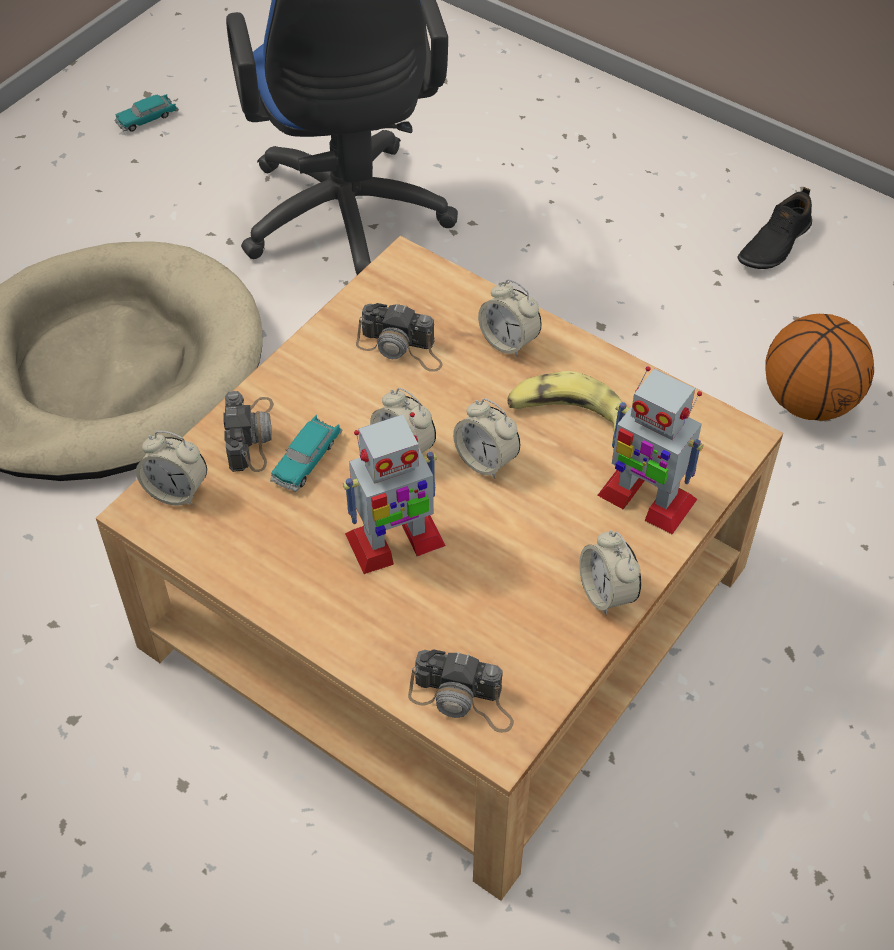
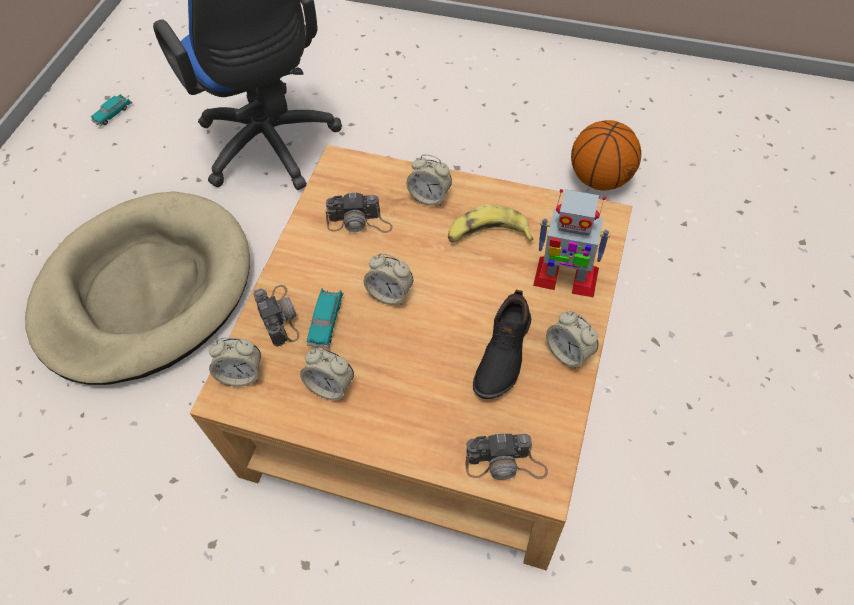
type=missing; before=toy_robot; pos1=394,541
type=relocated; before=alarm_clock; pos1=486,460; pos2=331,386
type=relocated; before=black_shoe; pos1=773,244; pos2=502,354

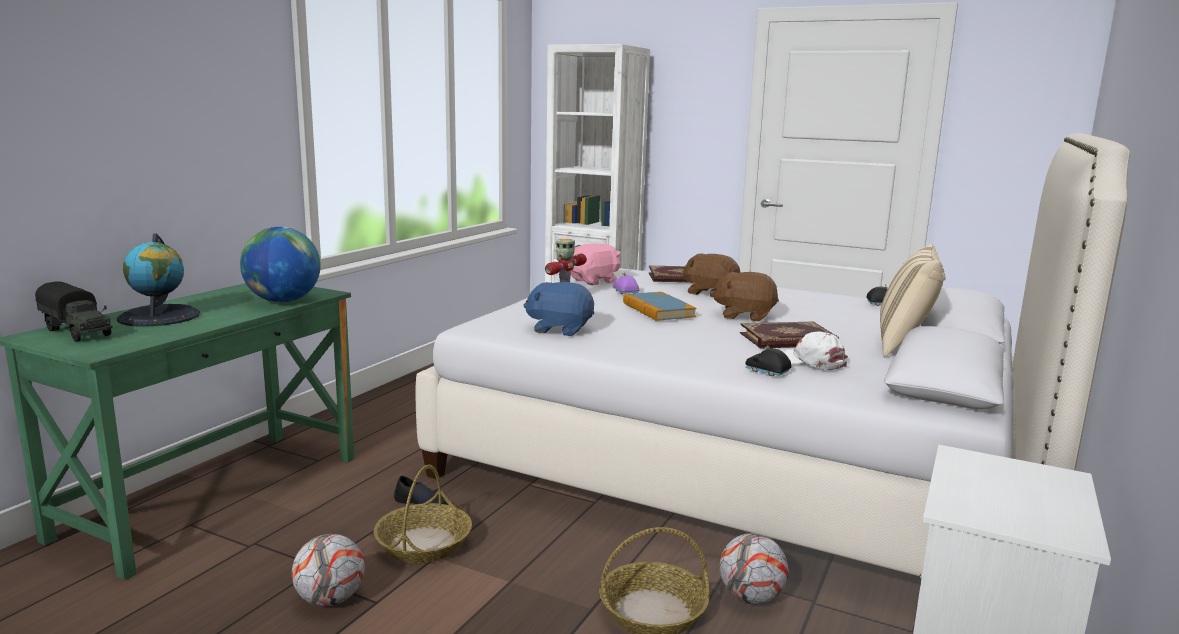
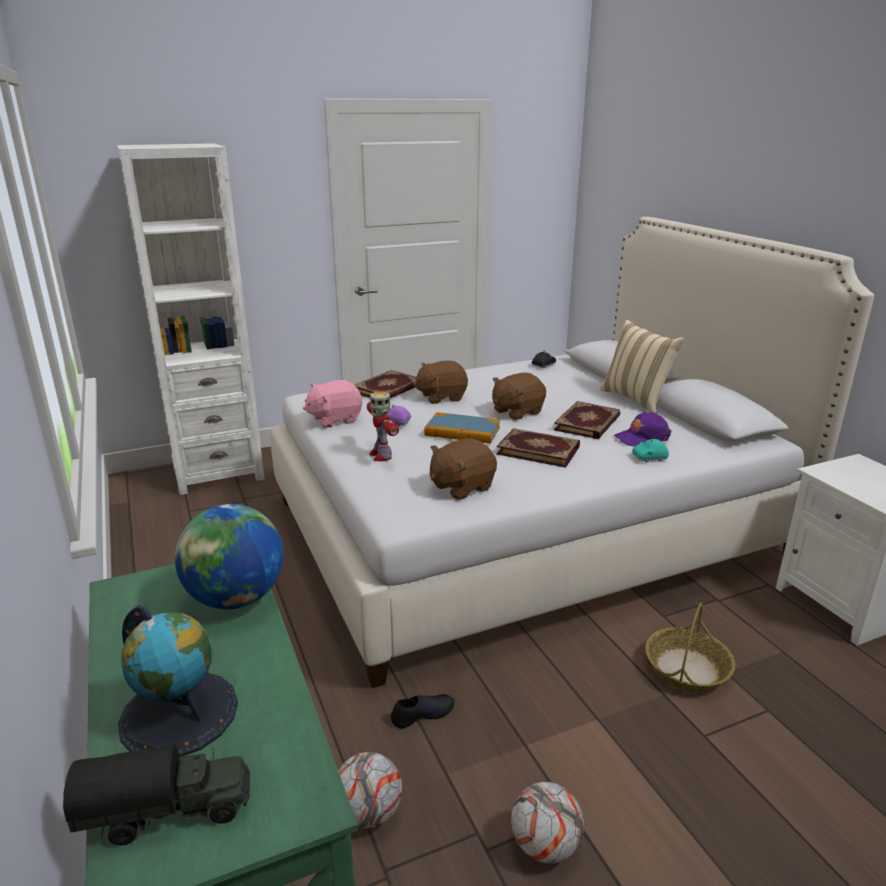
type=missing; before=basket; pos1=424,544
type=appeared; after=book; pos2=538,450
type=relocated; before=football; pos1=750,597; pos2=368,813
type=colour; before=blue_plush_toy; after=brown_plush_toy; pos1=560,329; pos2=461,487
type=colour; before=black_toy_car; after=turquoise_toy_car; pos1=767,372; pos2=650,458
type=colour; before=white_cap; after=purple_cap; pos1=810,362; pos2=642,437
type=spun; before=pink_plush_toy; pos1=594,281; pos2=334,419; turn=-120

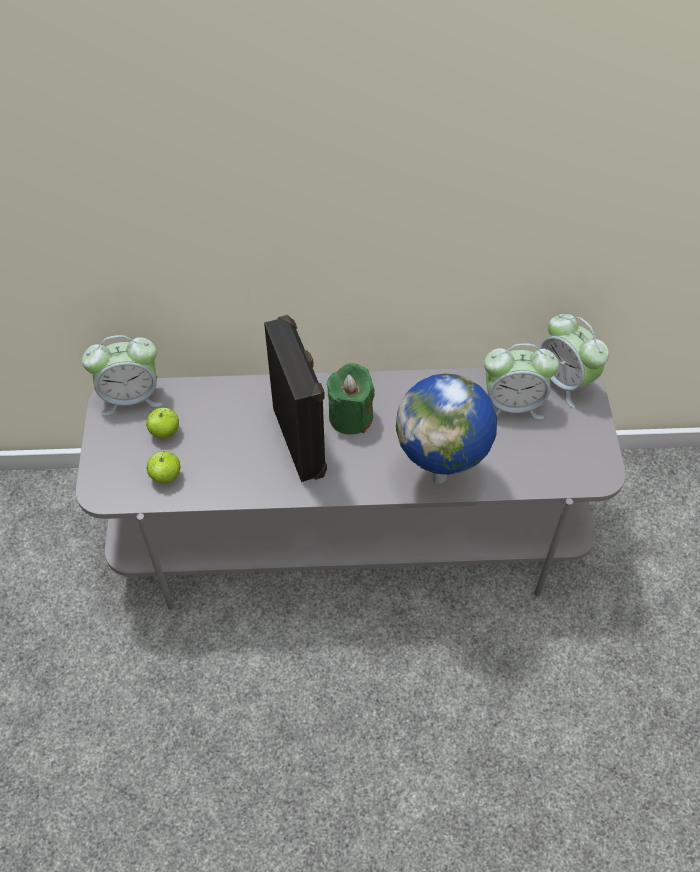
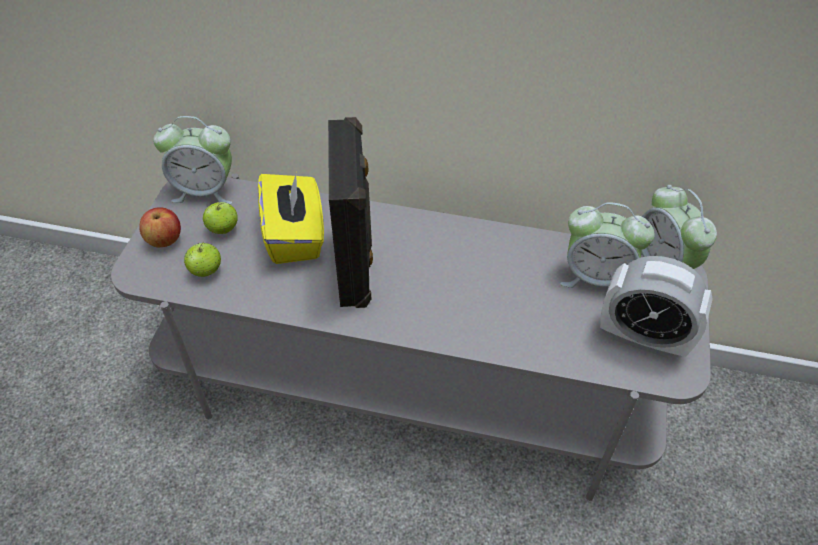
type=missing; before=green_candle; pos1=350,417
type=missing; before=globe; pos1=441,477
type=appeared; after=apple; pos2=165,240
type=appeared; after=yellow_tissue_box; pos2=295,236
type=appeared; after=alarm_clock; pos2=642,338

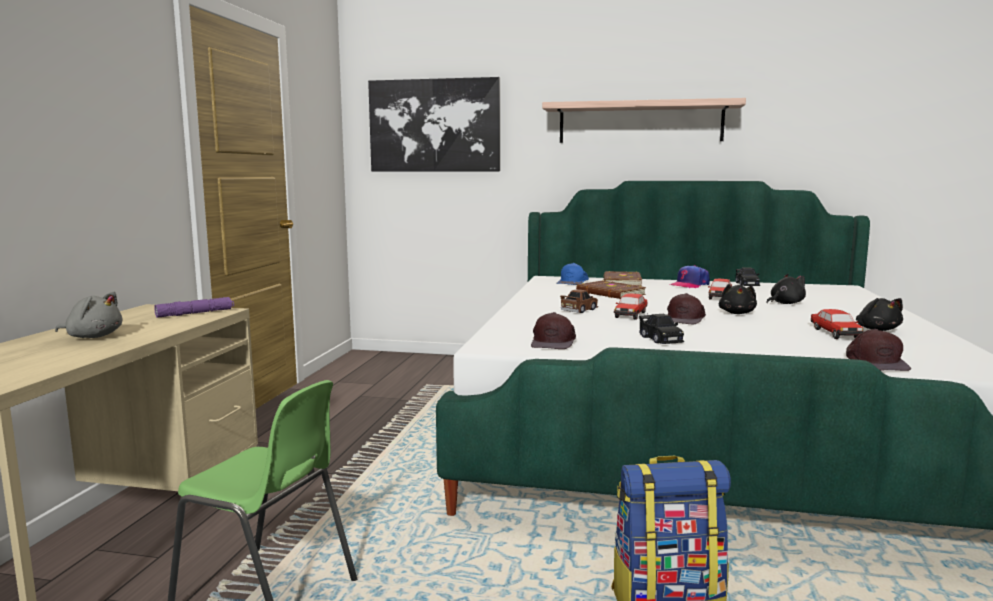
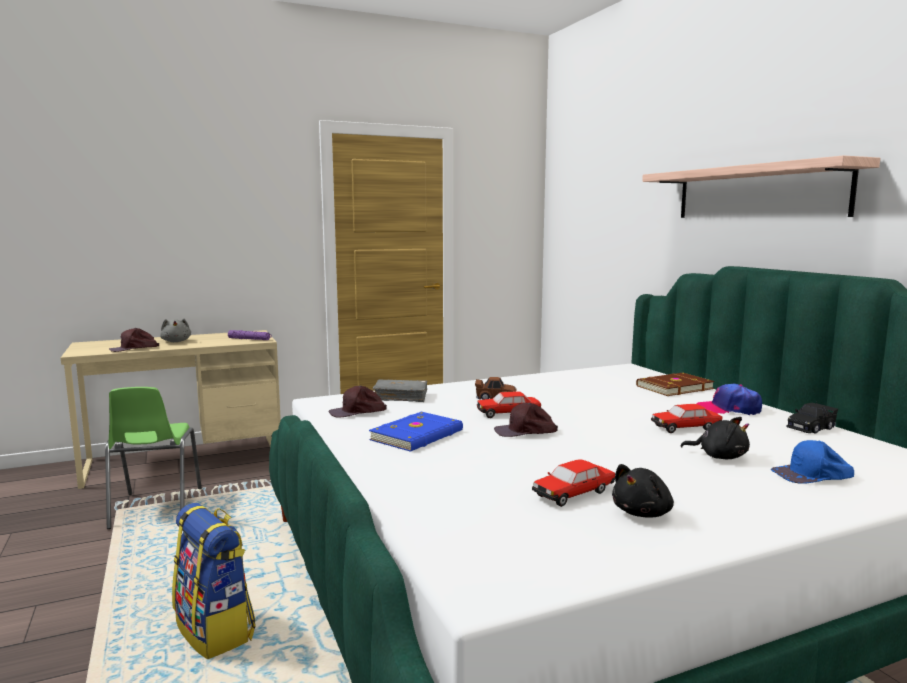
type=missing; before=picture; pos1=434,125
type=missing; before=brown_book; pos1=610,293
type=missing; before=black_plush_toy; pos1=737,313
type=appeared; after=grey_book; pos2=400,397
type=relocated; before=blue_cap; pos1=573,282; pos2=812,475
type=relocated; before=brown_cap; pos1=875,362; pos2=134,348
type=exchanged; before=black_toy_car; after=blue_book; pos1=660,339; pos2=418,435

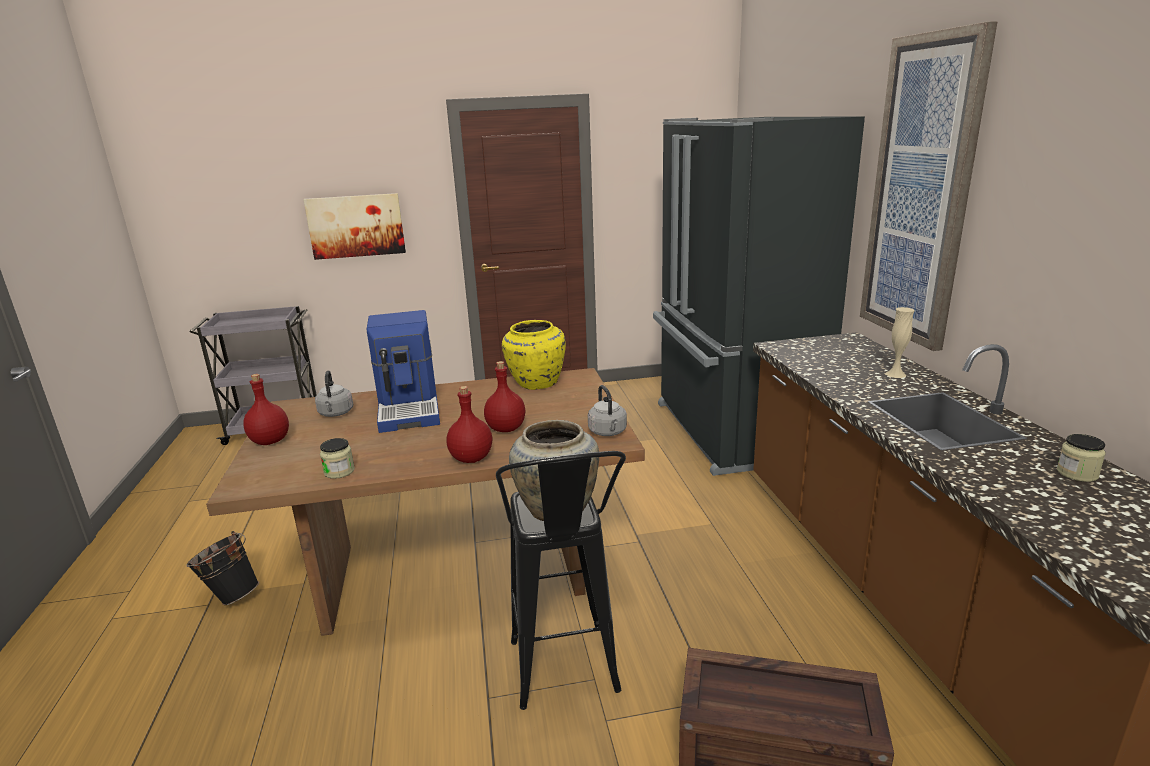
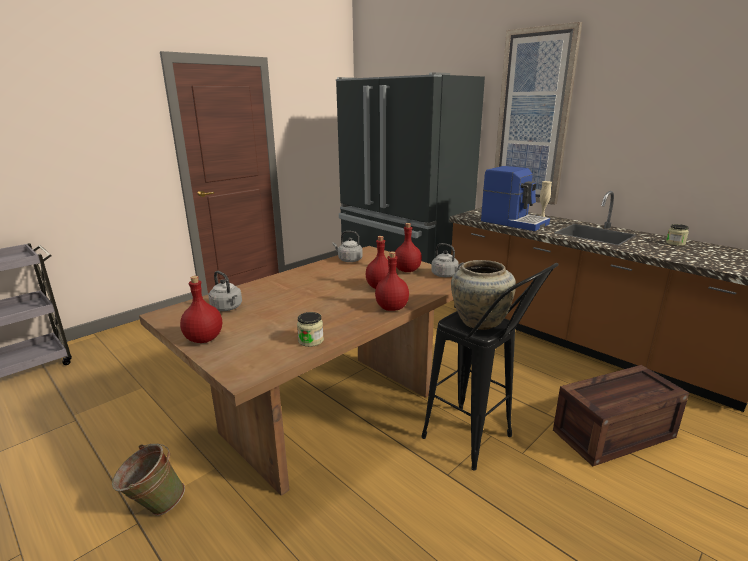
type=missing; before=picture; pos1=356,226
type=appeared; after=red_bottle; pos2=407,270
type=relocated; before=coffee_machine; pos1=410,408; pos2=514,222
type=exchanged; before=yellow_vase; after=grey_kettle; pos1=535,383; pos2=348,260
type=colour; before=black_bucket; after=green_bucket; pos1=231,595; pos2=154,506

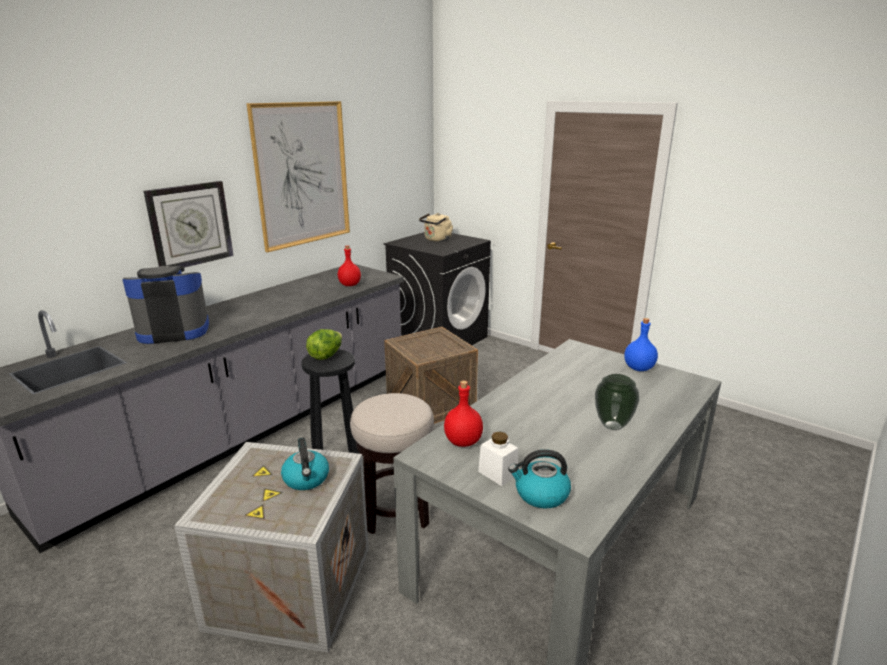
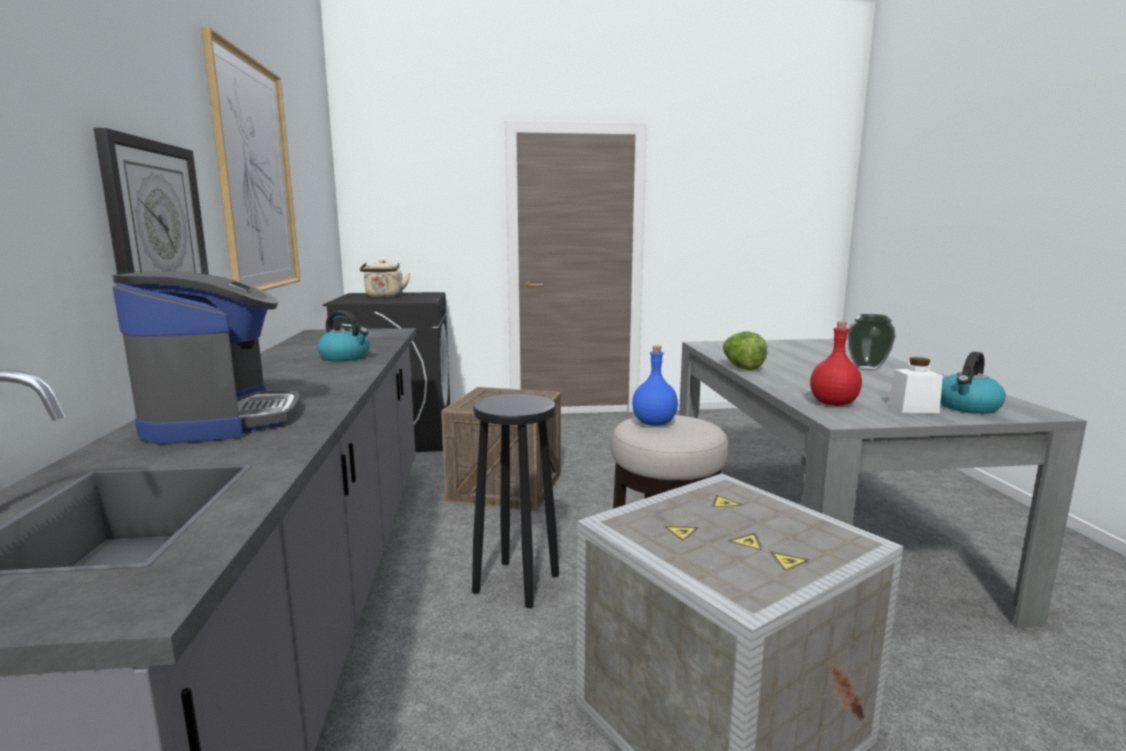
type=missing; before=red_bottle; pos1=350,285
type=relocated; before=kettle; pos1=306,479; pos2=346,357
type=relocated; before=lettuce; pos1=326,355; pos2=741,368
type=relocated; before=blue_bottle; pos1=638,368; pos2=653,423
type=spun; before=coffee_machine; pos1=173,331; pos2=221,419; turn=135

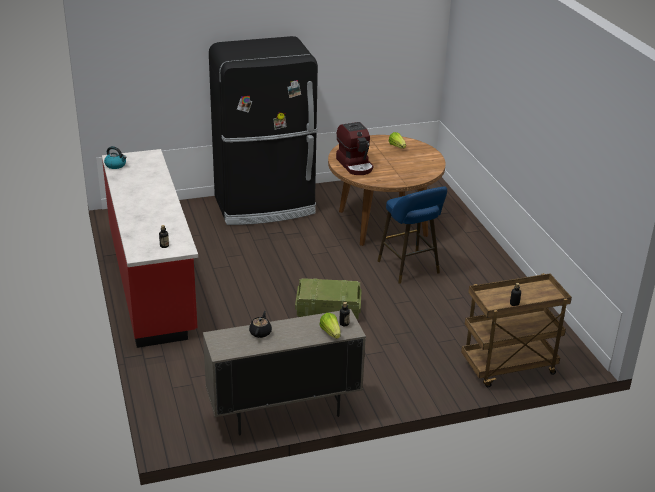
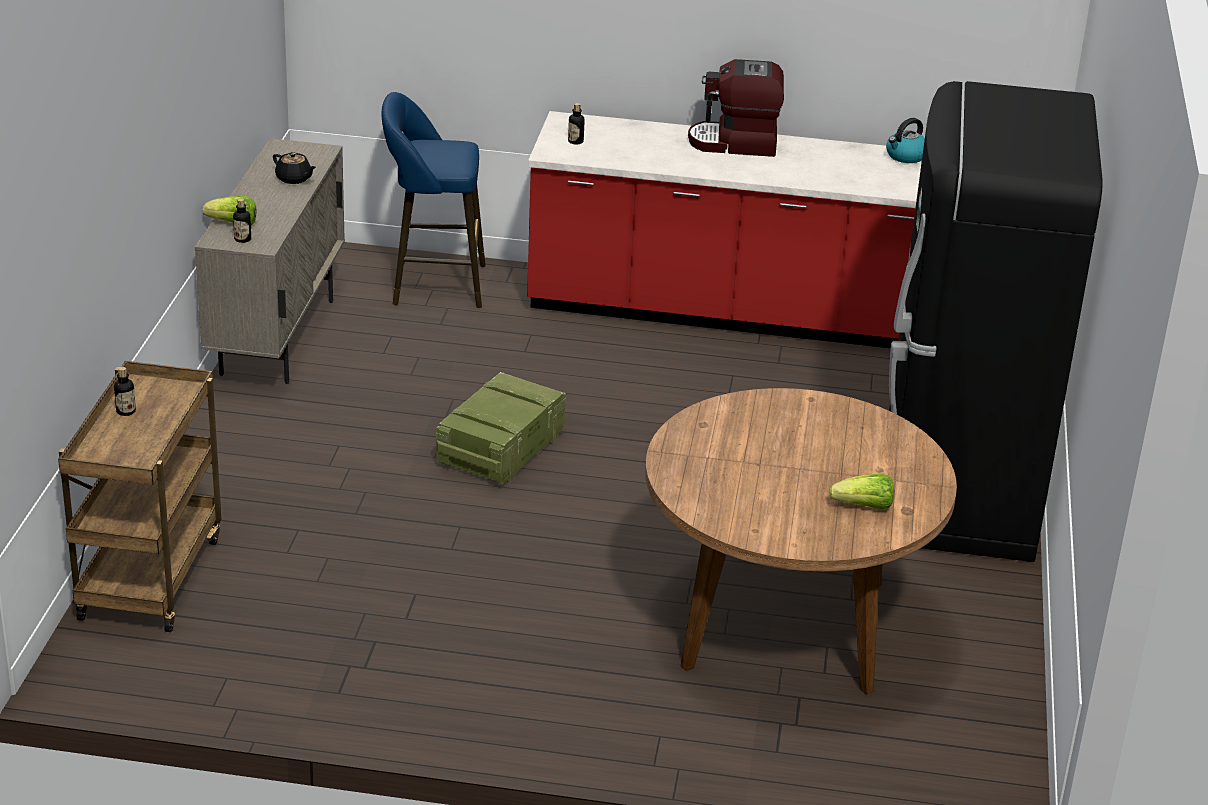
type=relocated; before=coffee_machine; pos1=355,165; pos2=735,143
type=relocated; before=blue_stool; pos1=410,269; pos2=432,284

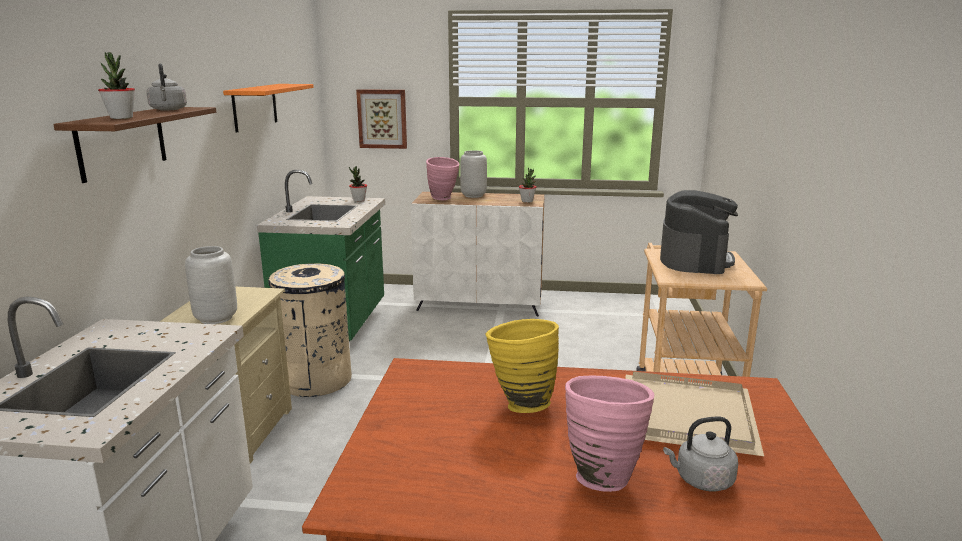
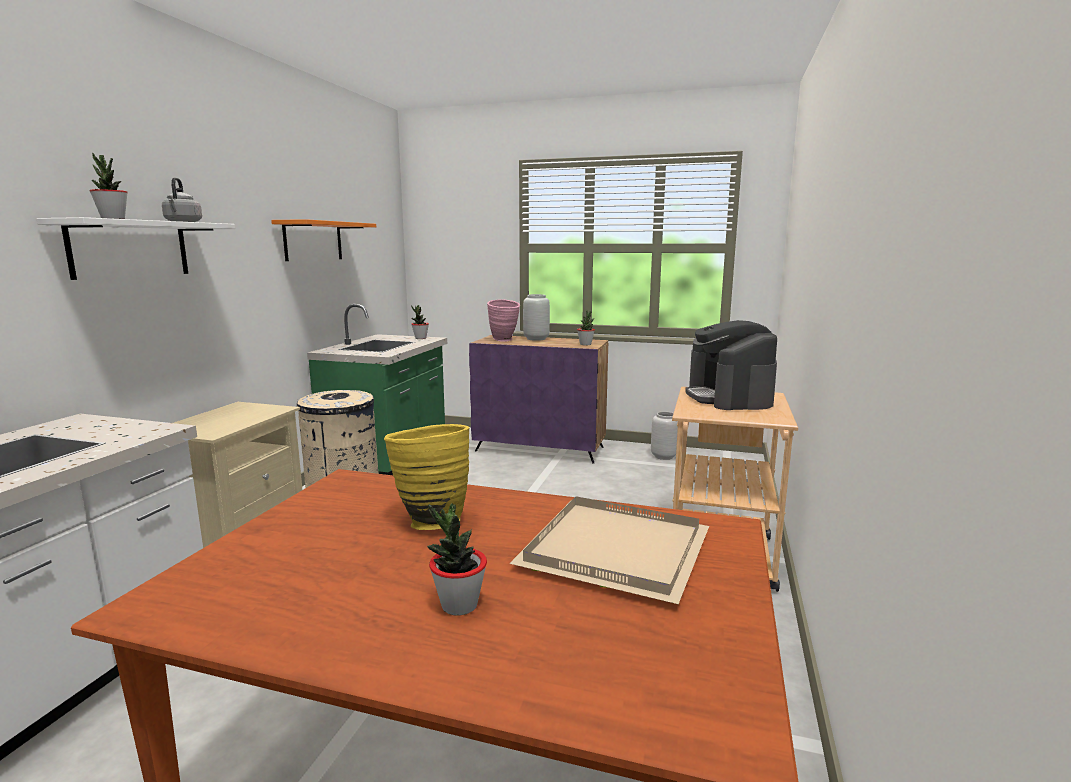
type=missing; before=picture; pos1=382,119
type=missing; before=grey_kettle; pos1=701,480
type=relocated; before=grey_vase; pos1=215,318; pos2=663,456
type=exchanged; before=pink_vase; after=potted_plant; pos1=601,474; pos2=459,605
type=colour; before=brown_shelf; after=white_shelf; pos1=122,142; pos2=130,249
type=colour; before=white_cabinet; after=purple_cabinet; pos1=480,304; pos2=540,449
type=spun; before=coffee_machine; pos1=694,259; pos2=729,397; turn=150

